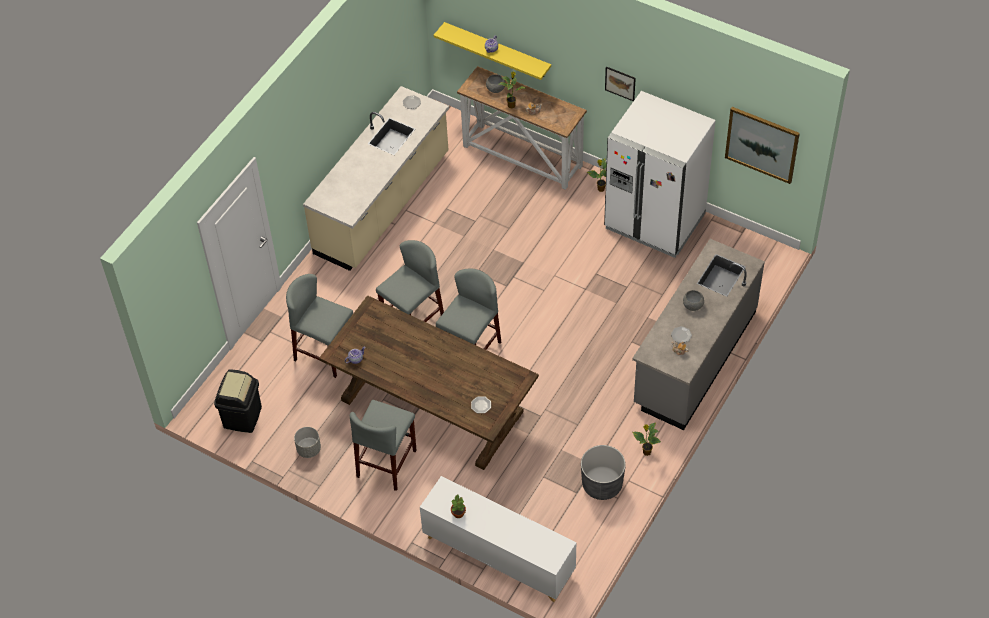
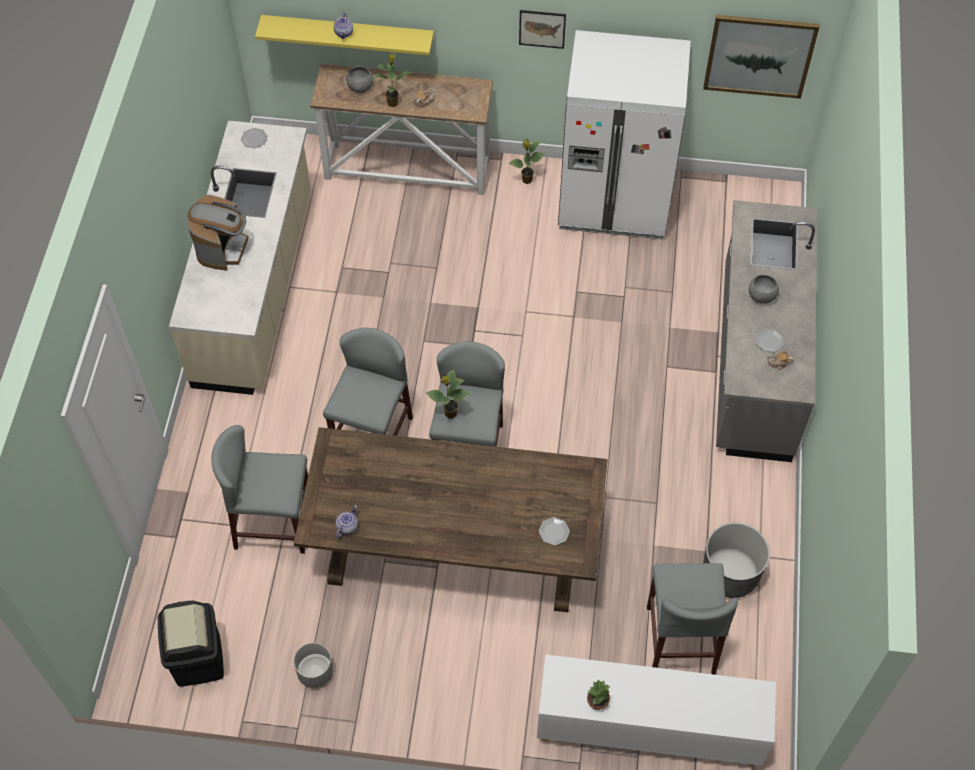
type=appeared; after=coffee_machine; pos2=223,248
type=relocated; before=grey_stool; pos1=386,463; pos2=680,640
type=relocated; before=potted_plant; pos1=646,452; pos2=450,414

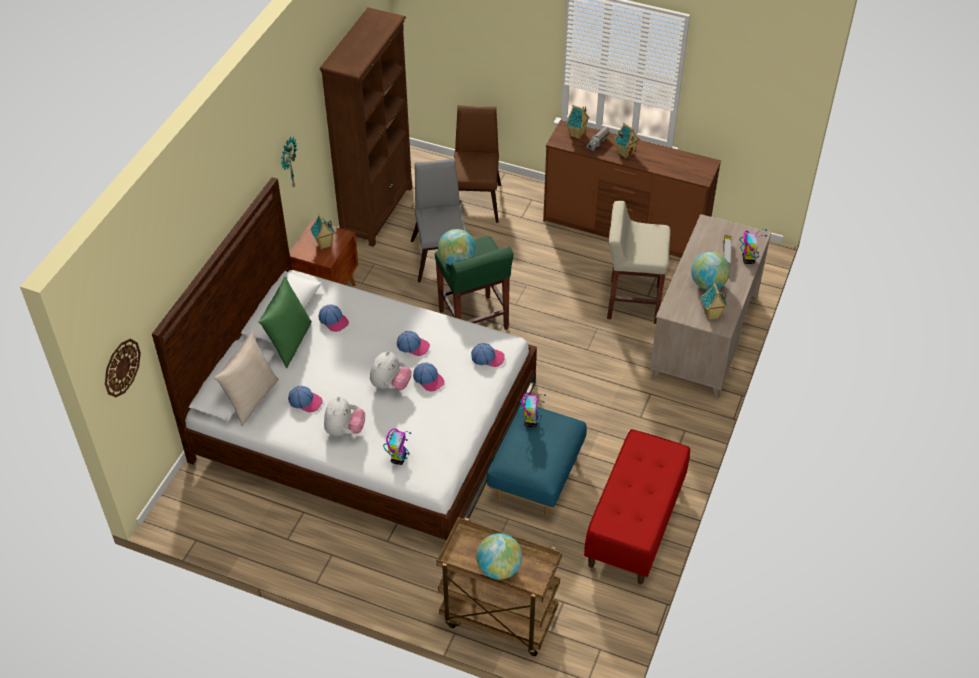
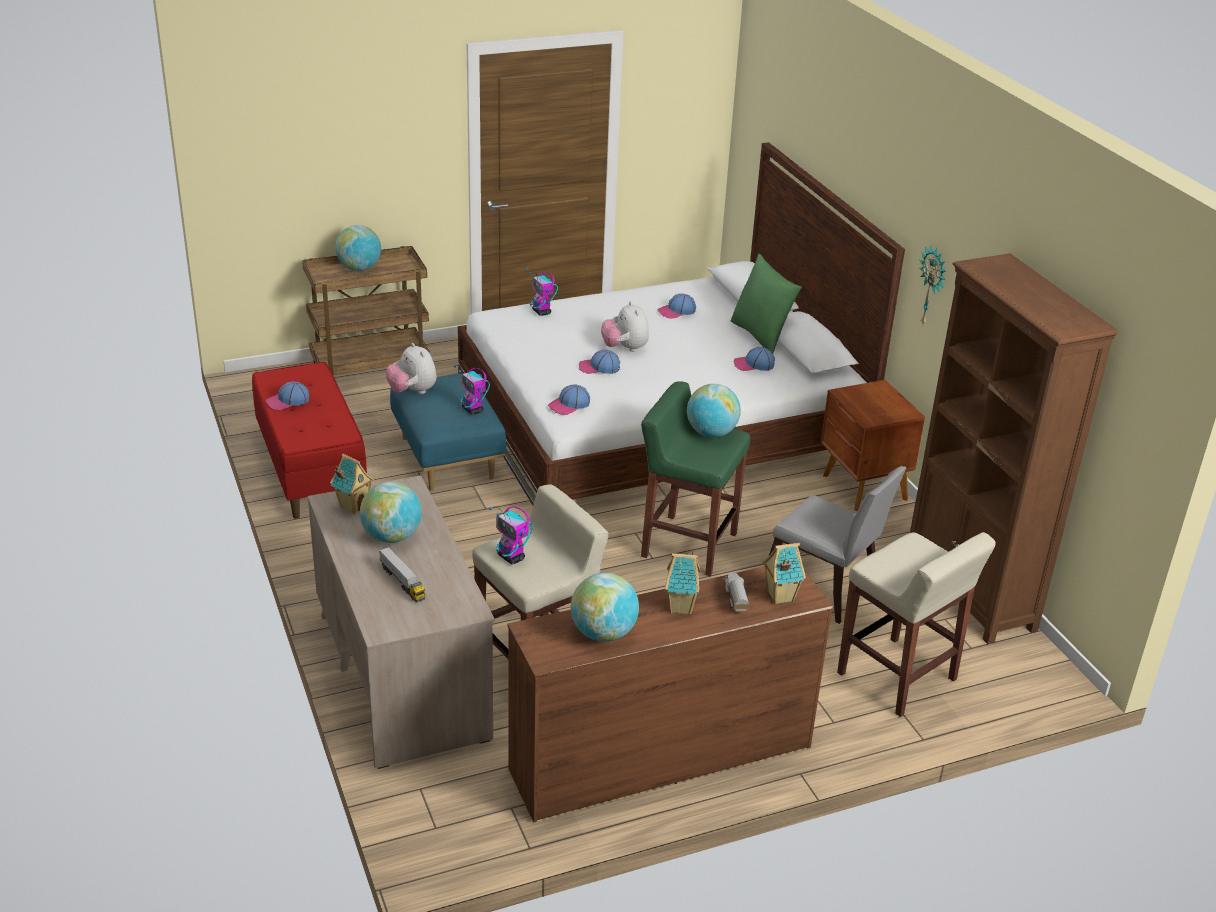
type=missing; before=wall_clock; pos1=121,367
type=missing; before=beige_pillow; pos1=251,399
type=missing; before=toy_house; pos1=324,244
type=appeared; after=globe; pos2=603,633
type=relocated; before=plush_toy; pos1=344,430; pos2=412,391
type=relocated; before=cap; pos1=413,346; pos2=288,401
type=relocated; before=toy_robot; pos1=748,259; pos2=511,558
type=exchanged; before=brown_chair; after=beige_stool; pos1=475,198; pos2=898,678

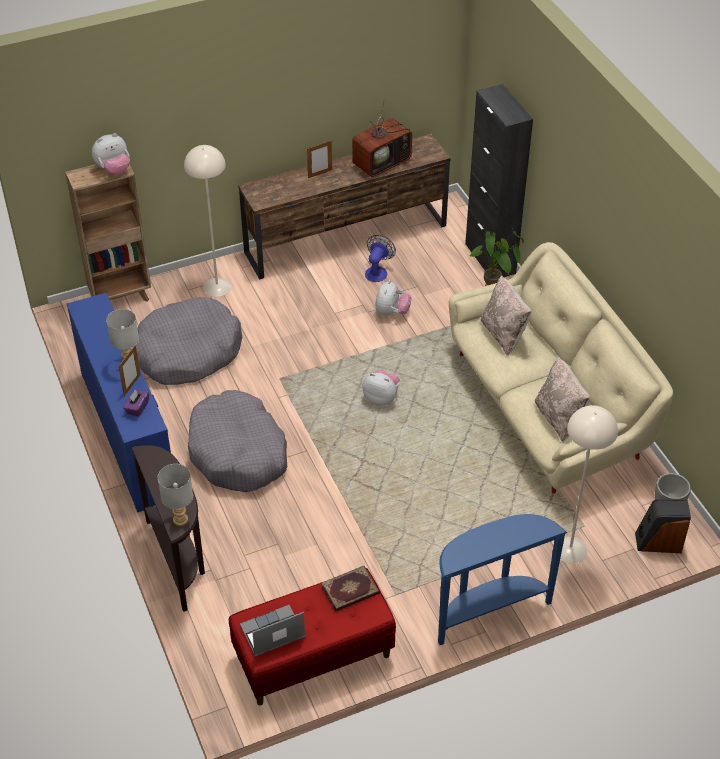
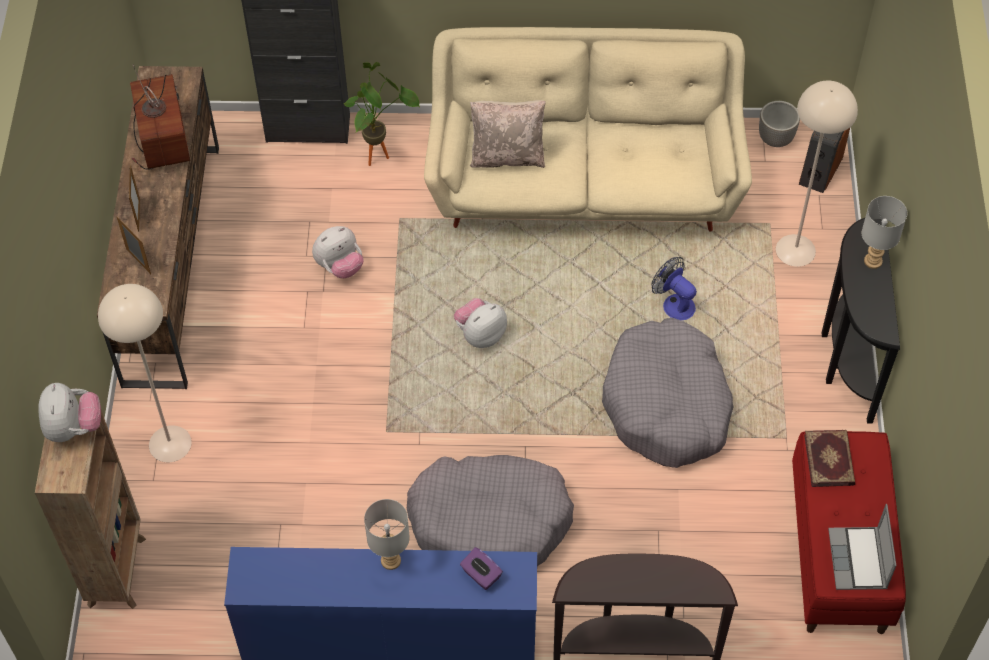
type=missing; before=beige_pillow; pos1=559,418
type=relocated; before=picture_frame; pos1=132,385; pos2=138,262
type=relocated; before=grey_dog_bed; pos1=188,352; pos2=667,404
type=relocated; before=grey_table_lamp; pos1=180,519; pos2=872,261
type=relocated; before=fan; pos1=377,271; pos2=674,303
type=colour; before=blue_console_table; after=black_console_table; pos1=488,611; pos2=845,359
type=spun; before=plush_toy; pos1=392,312; pos2=340,266; turn=105

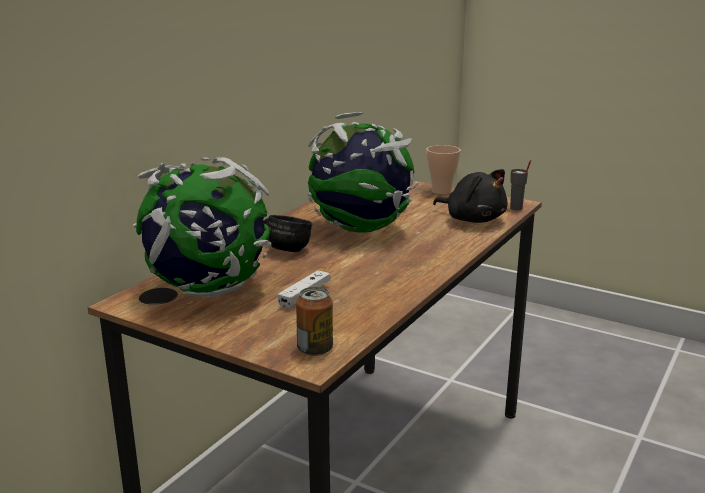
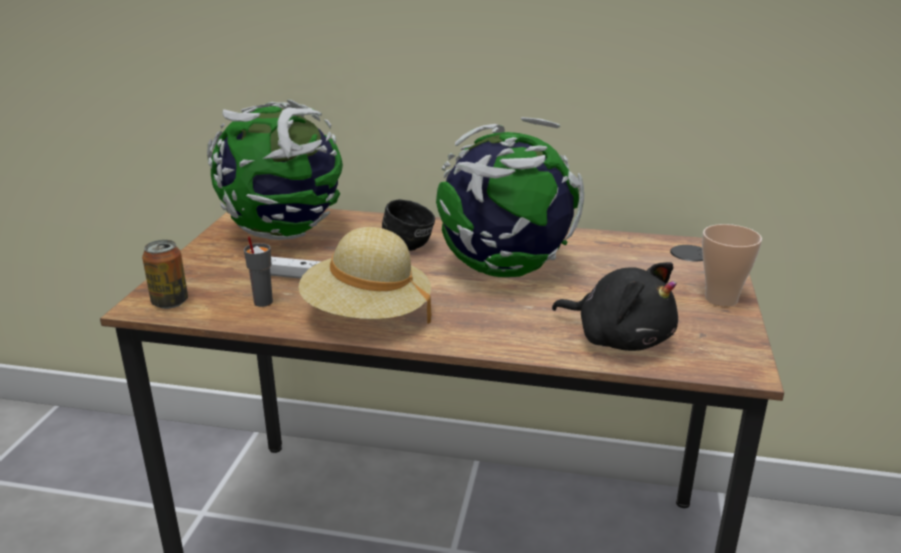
type=appeared; after=beige_hat; pos2=367,315
type=relocated; before=grey_cup; pos1=516,208; pos2=262,302
type=spun; before=black_plush_toy; pos1=473,219; pos2=619,338; turn=-75

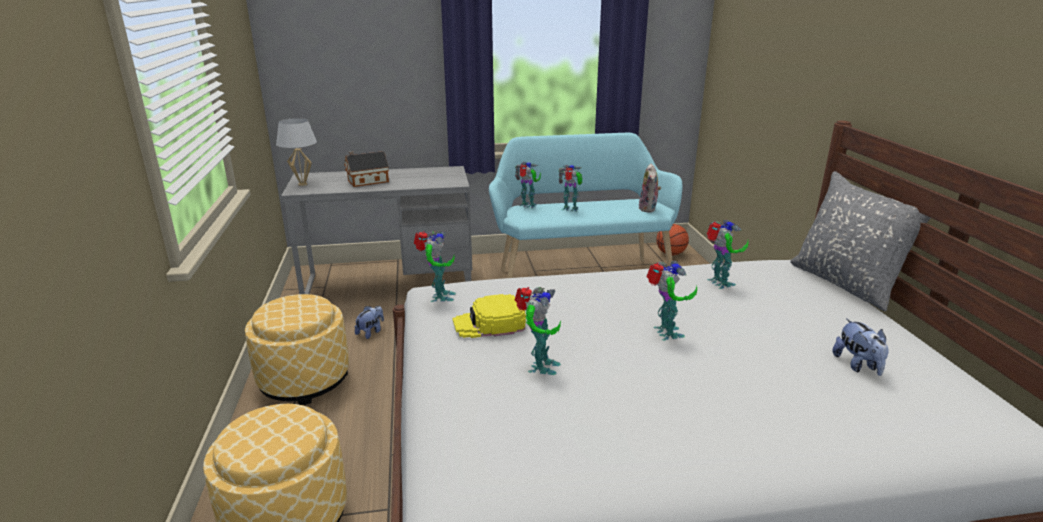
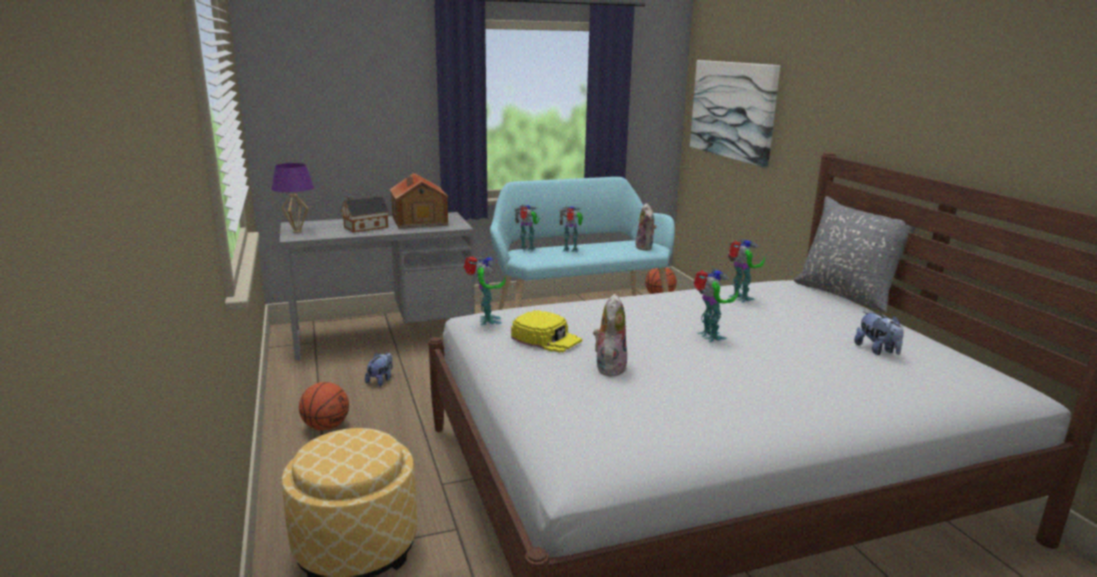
type=appeared; after=toy_house; pos2=418,221
type=appeared; after=picture; pos2=732,110
type=exchanged; before=ottoman; after=basketball; pos1=304,379; pos2=326,427
type=exchanged; before=toy_robot; after=plush_toy; pos1=539,366; pos2=609,367
type=colour; before=white_table_lamp; after=purple_table_lamp; pos1=302,184; pos2=297,231
type=spun; before=yellow_cap; pos1=489,324; pos2=546,338; turn=-120

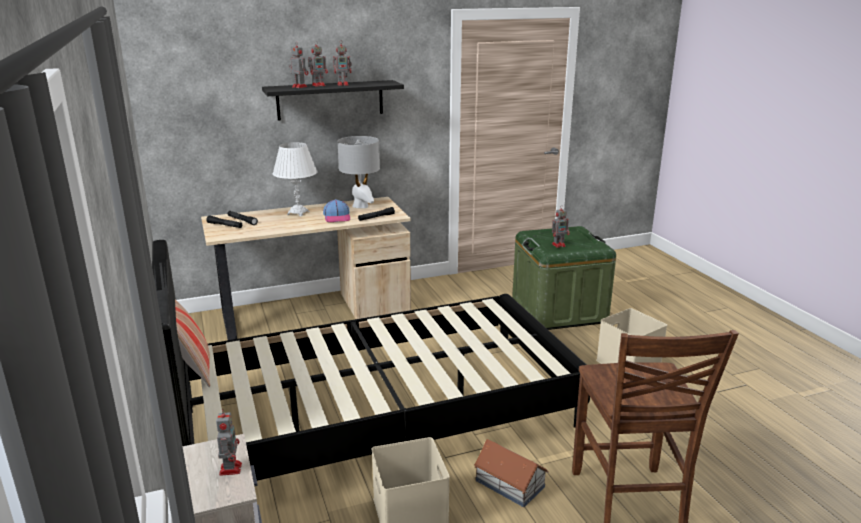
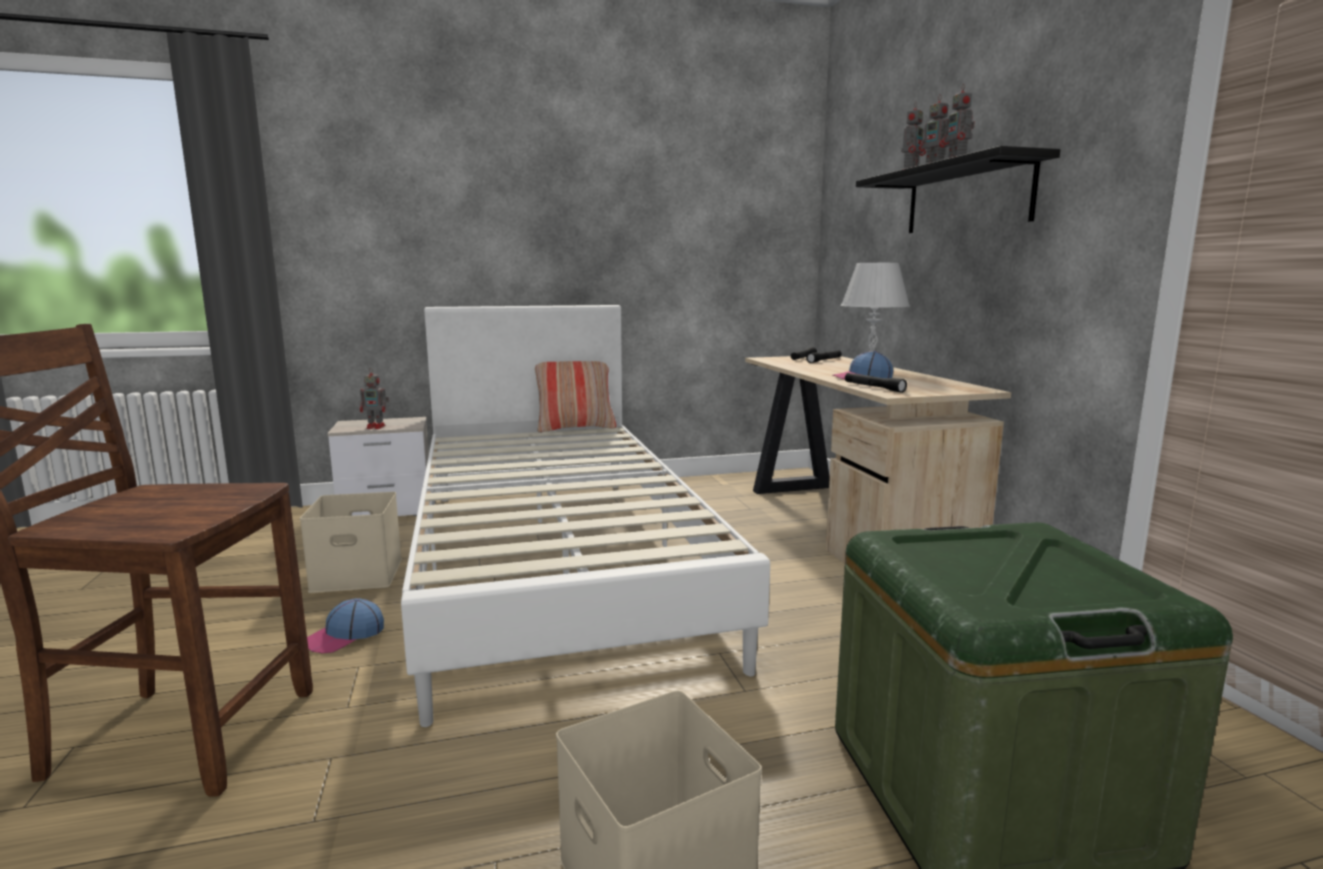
type=missing; before=grey_table_lamp; pos1=360,206
type=missing; before=toy_robot; pos1=559,245
type=exchanged; before=toy_house; after=cap; pos1=509,483; pos2=344,636
type=colour; before=black_bed; after=white_bed; pos1=377,416; pos2=555,561

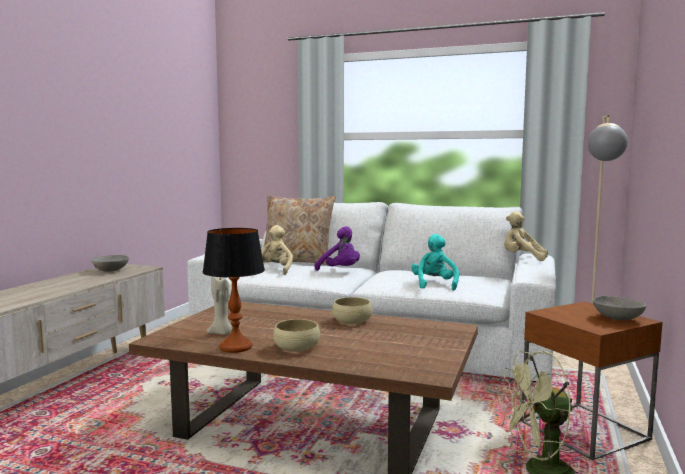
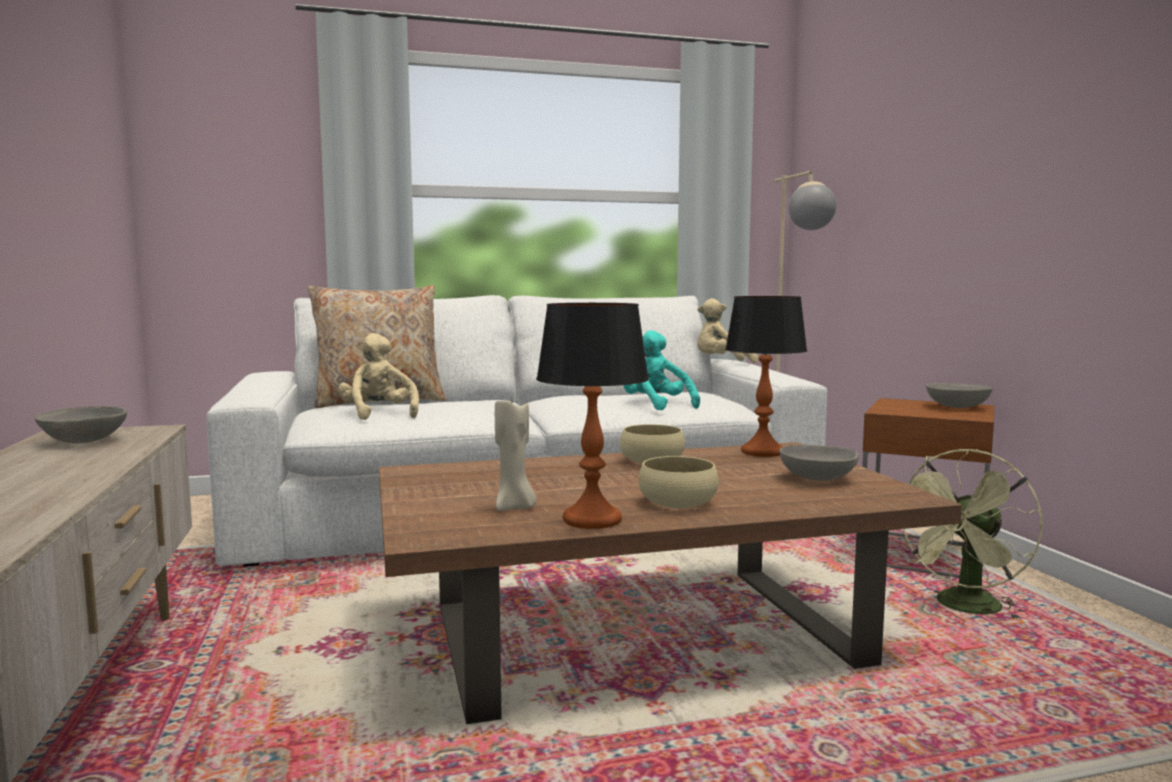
type=missing; before=purple_plush_toy; pos1=340,271
type=appeared; after=table_lamp; pos2=763,452
type=appeared; after=grey_bowl; pos2=816,478

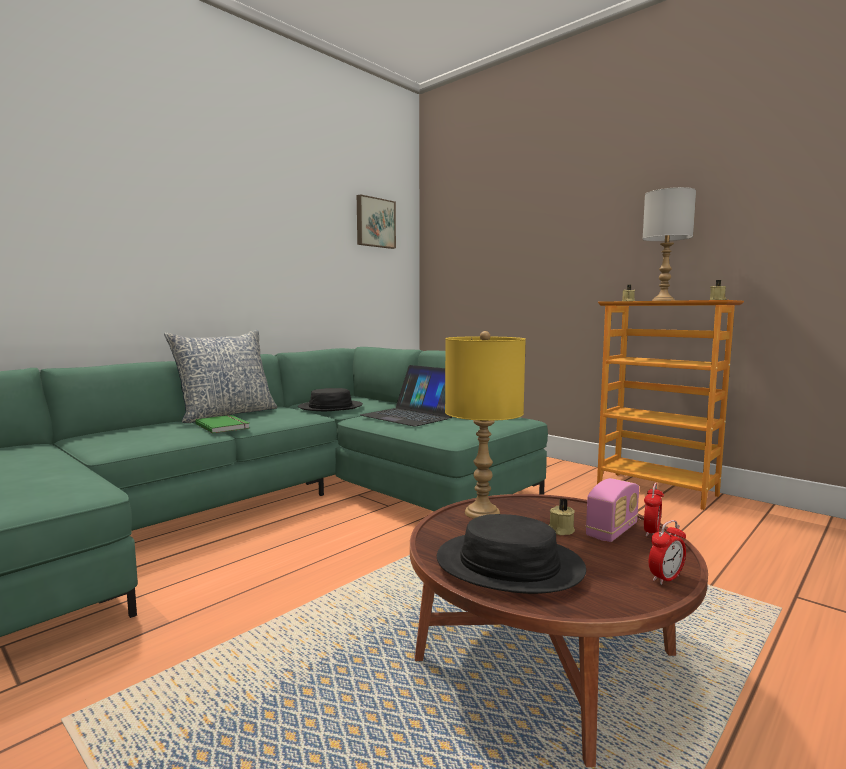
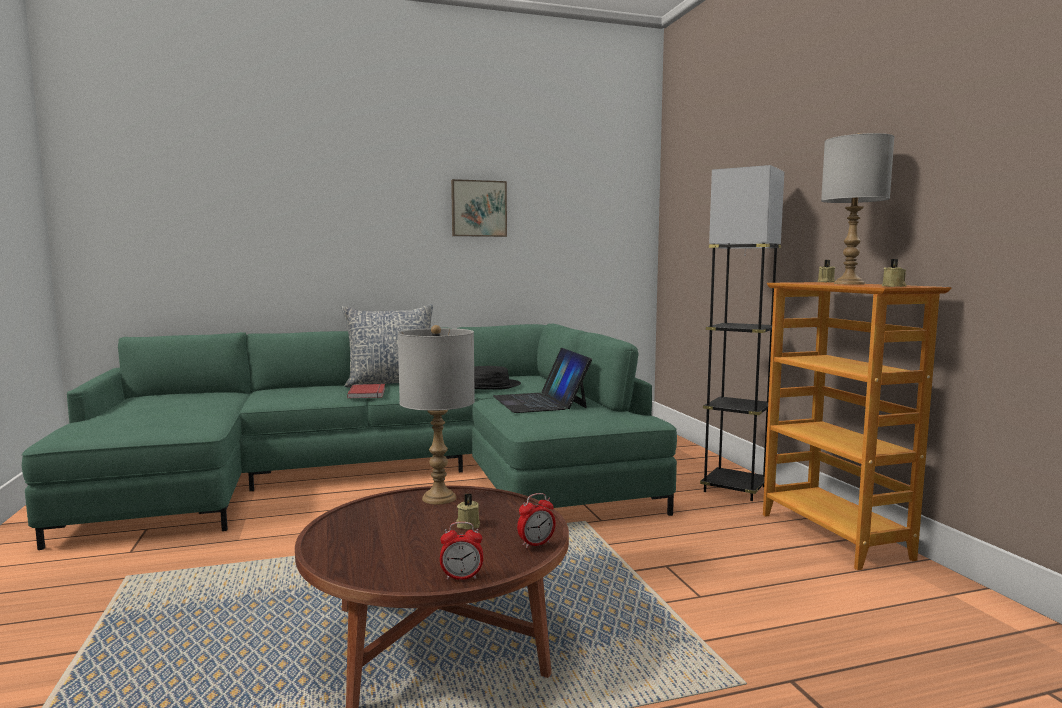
type=missing; before=black_hat; pos1=509,565
type=missing; before=radio; pos1=612,531
type=appeared; after=grey_floor_lamp; pos2=734,489
type=relocated; before=picture; pos1=374,223; pos2=478,208
type=colour; before=green_book; after=red_book; pos1=224,426; pos2=368,393
type=colour; before=yellow_table_lamp; after=grey_table_lamp; pos1=481,512; pos2=439,498

